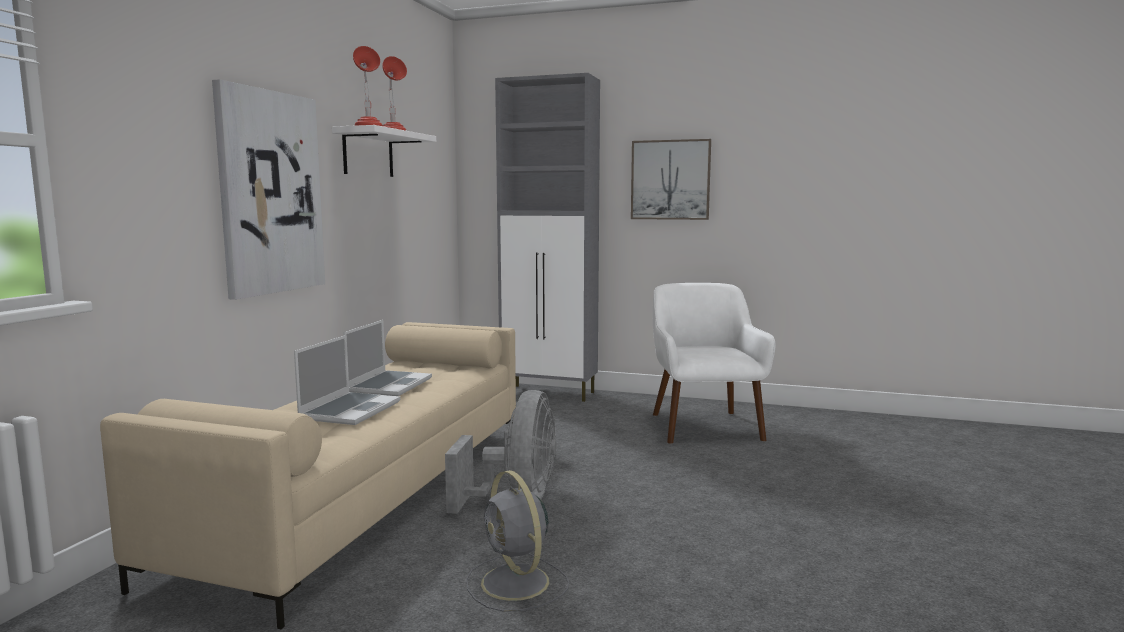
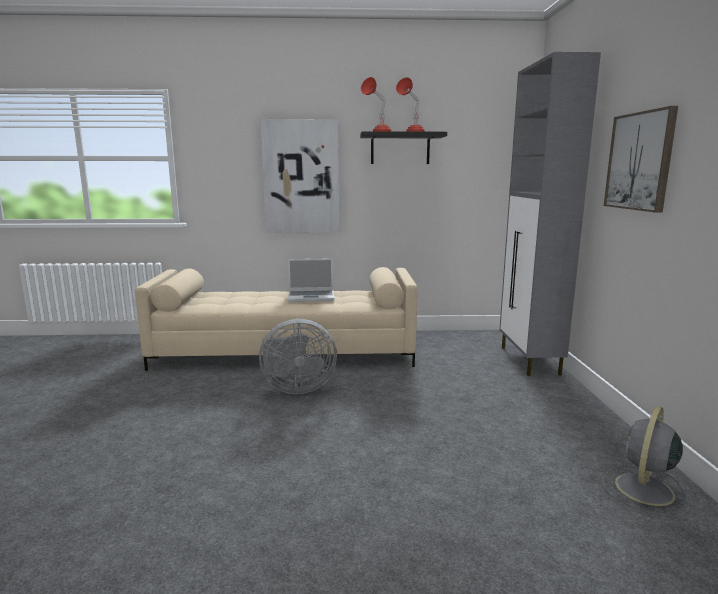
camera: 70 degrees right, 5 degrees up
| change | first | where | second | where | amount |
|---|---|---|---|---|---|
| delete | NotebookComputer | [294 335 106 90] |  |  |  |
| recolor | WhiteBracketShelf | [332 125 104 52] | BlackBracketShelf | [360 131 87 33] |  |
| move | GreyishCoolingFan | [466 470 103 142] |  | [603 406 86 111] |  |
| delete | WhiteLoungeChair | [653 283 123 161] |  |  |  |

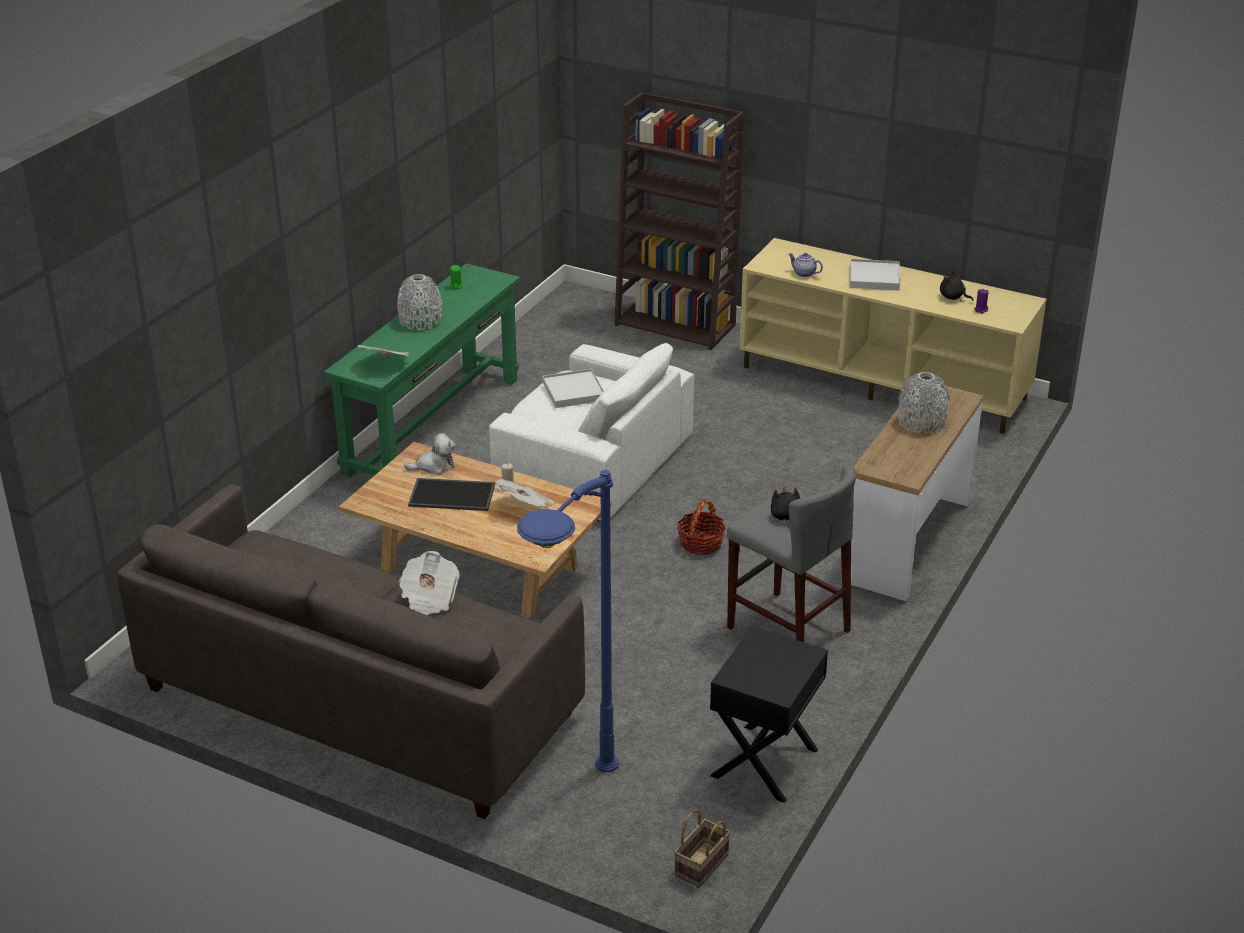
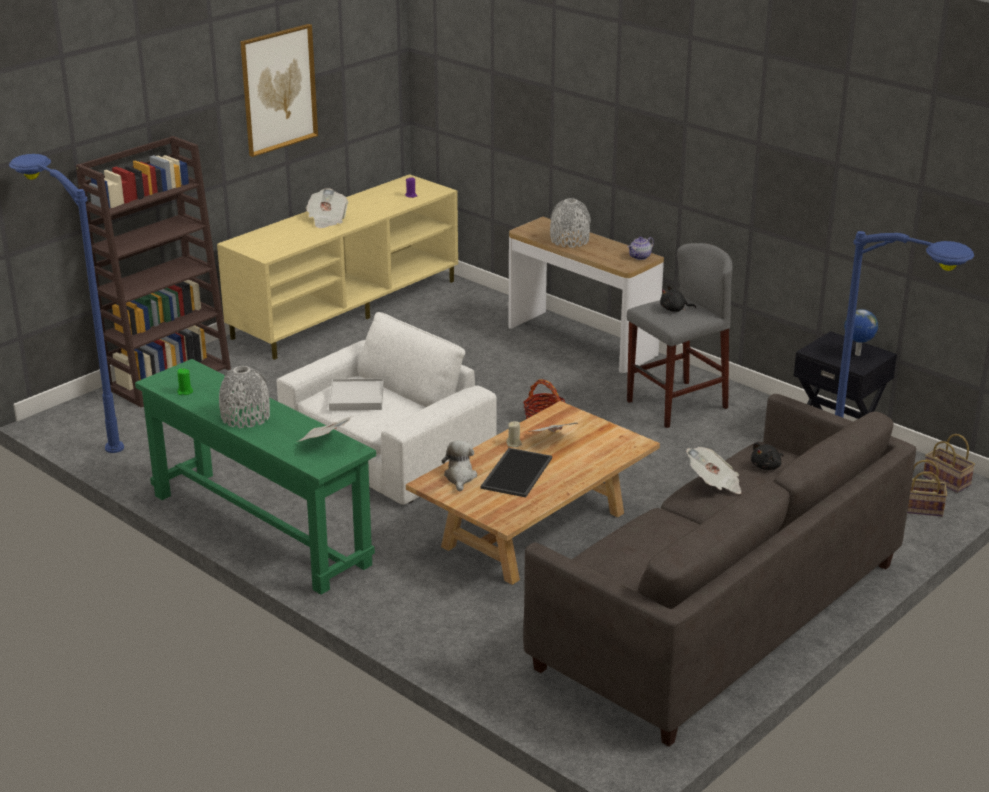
camera: 75 degrees left, 5 degrees down
| change | first | where | second | where | amount |
|---|---|---|---|---|---|
| move | TeaPot | [789 253 34 24] |  | [628 237 26 23] |  |
| replace | WhiteTray | [850 259 50 31] | DailyPaper | [306 188 42 40] |  |
| move | BlackCuddlyToy | [940 271 34 30] |  | [751 442 33 28] |  |
| insert |  |  | BlueStandardLamp | [9 154 115 299] |  |
| insert |  |  | Picture | [240 24 78 133] |  |
| insert |  |  | WorldGlobe | [844 309 34 47] |  |
| insert |  |  | Basket | [907 460 40 57] |  |

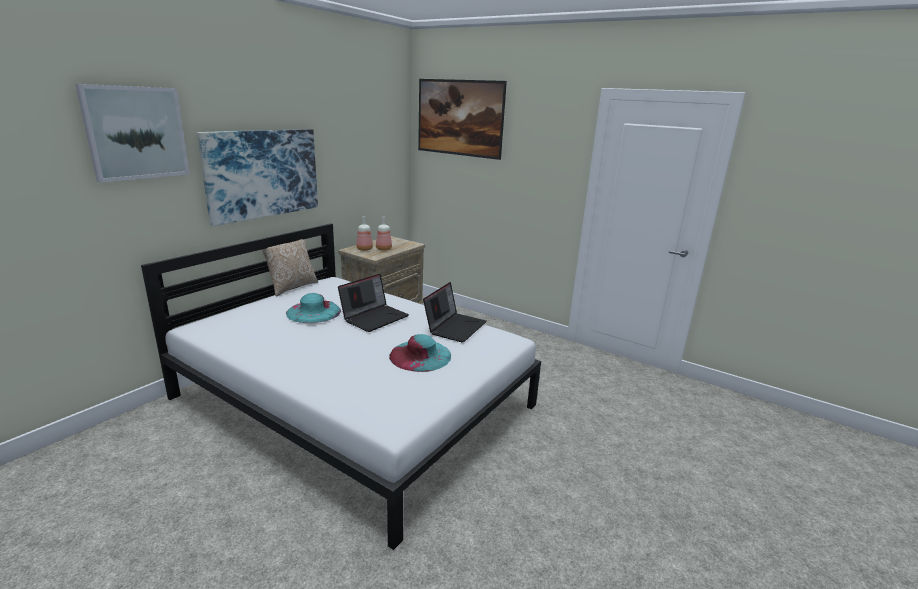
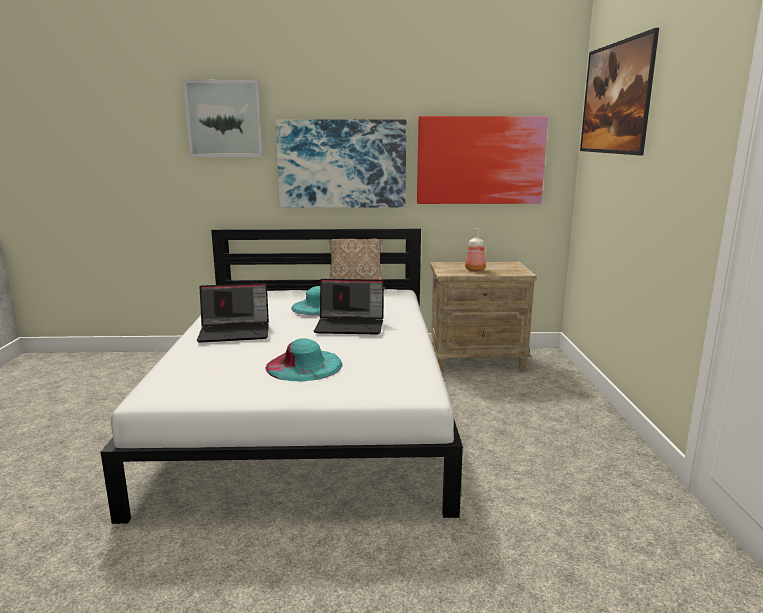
camera: 55 degrees right, 5 degrees down
| change | first | where | second | where | amount |
|---|---|---|---|---|---|
| delete | BeverageBottle | [356 217 17 34] |  |  |  |
| move | NotebookComputer | [423 282 64 61] |  | [197 283 72 60] |  |
| insert |  |  | Picture | [417 116 131 88] |  |

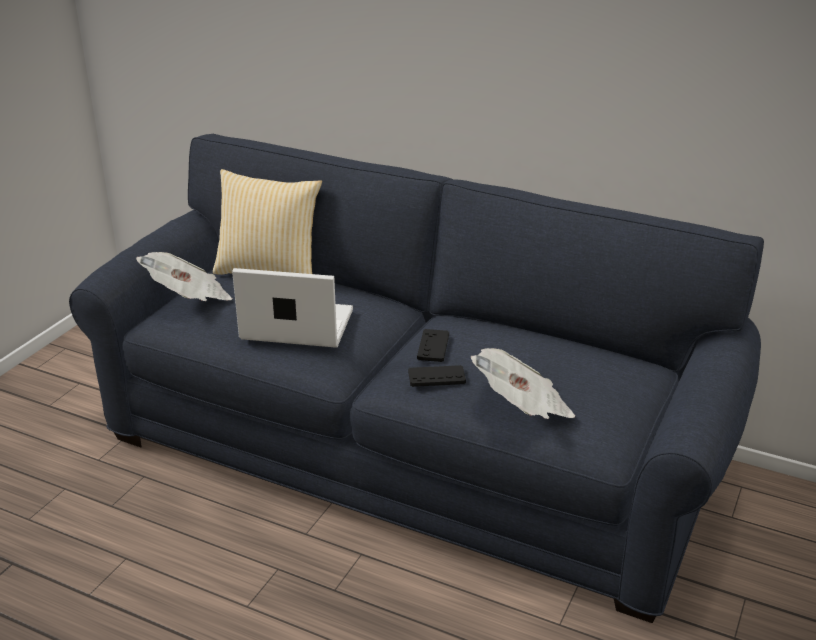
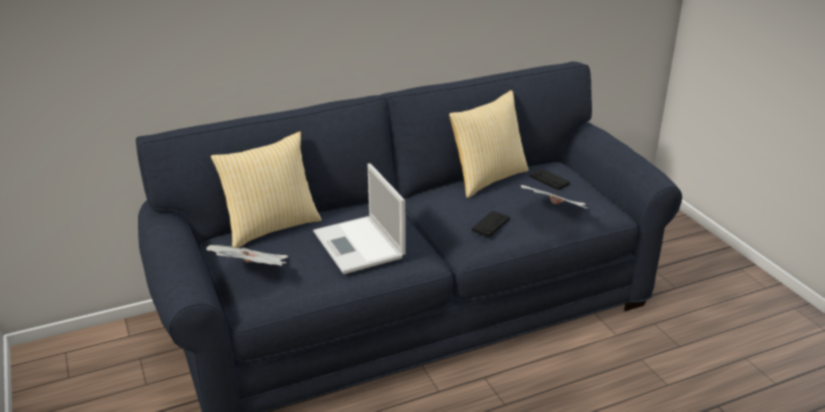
camera: 50 degrees left, 0 degrees up
| change | first | where | second | where | amount |
|---|---|---|---|---|---|
| rotate | NotebookComputer | [232 268 121 80] |  | [313 163 93 111] | 75 degrees counterclockwise |
| move | BlackGamepad | [417 329 32 33] |  | [530 169 40 21] |  |
| insert |  |  | Pillow | [449 90 80 108] |  |

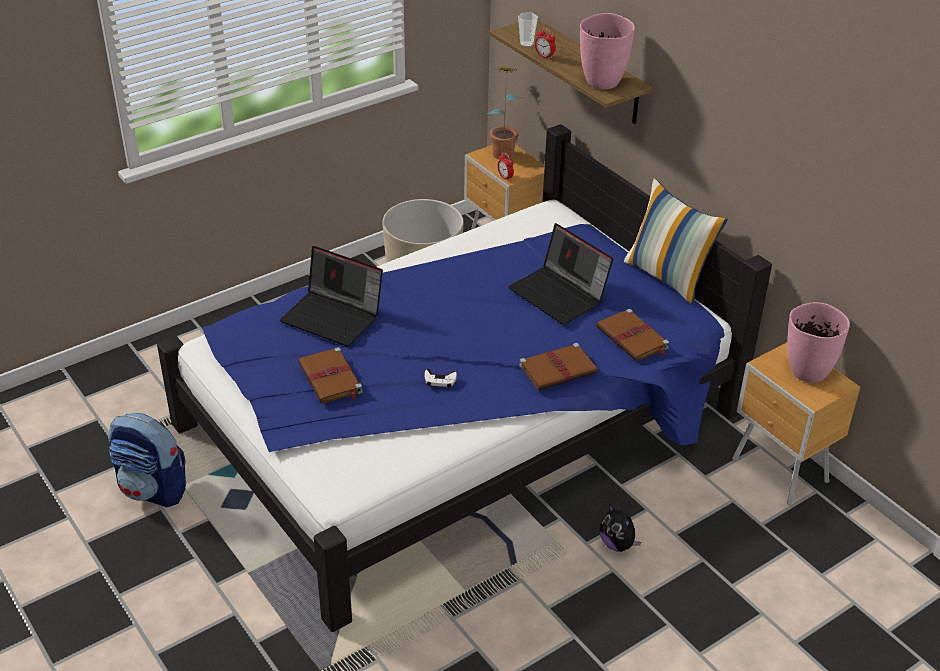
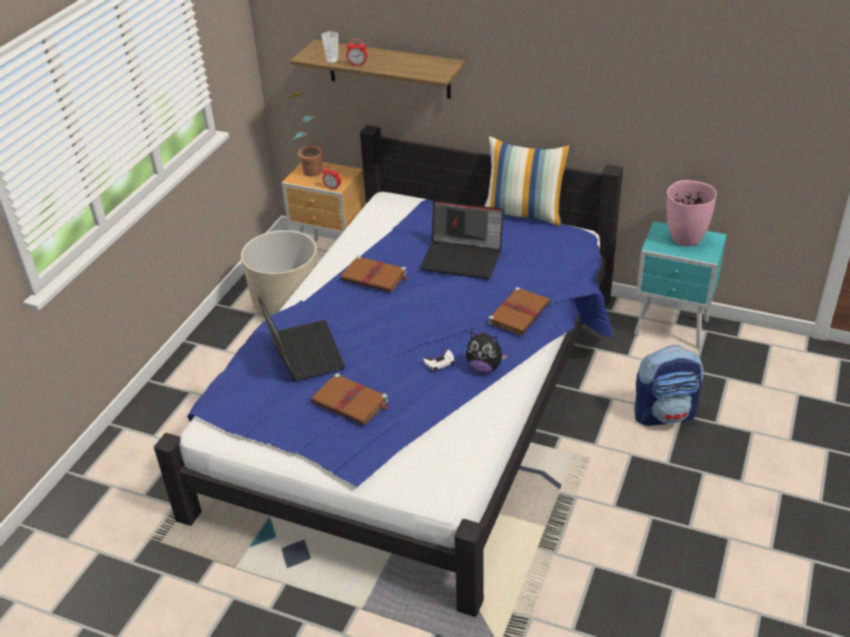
camera: 30 degrees left, 0 degrees up
| change | first | where | second | where | amount |
|---|---|---|---|---|---|
| move | Knapsack | [108 413 78 95] |  | [634 346 69 80] |  |
| rotate | NotebookComputer | [280 246 103 101] |  | [258 297 87 83] | 105 degrees counterclockwise |
| delete | PinkDecorativeVase | [580 13 55 76] |  |  |  |
| move | BrownColouredBoundBook | [596 309 73 52] |  | [341 256 67 36] |  |
| move | CuddlyToy | [599 503 42 49] |  | [466 331 42 42] |  |
| recolor | BrownColouredBedsideTable | [733 343 128 162] | TurquoiseBedsideTable | [634 221 93 128] |  |

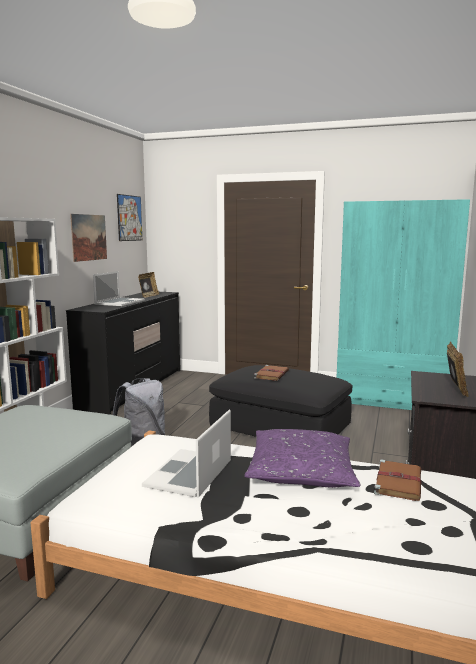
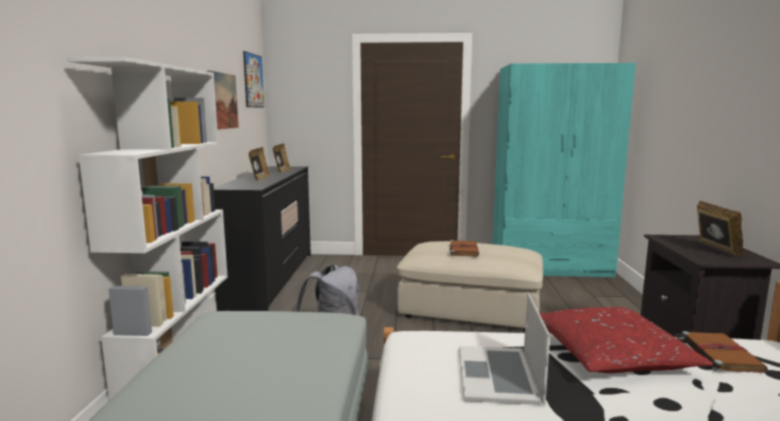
camera: 15 degrees left, 0 degrees up
| change | first | where | second | where | amount |
|---|---|---|---|---|---|
| replace | NotebookComputer | [93 271 52 35] | PictureFrame | [248 147 23 34] |  |
| recolor | BlackOttoman | [209 365 143 72] | BeigeColouredOttoman | [397 241 146 90] |  |
| recolor | PurpleColouredPillow | [245 429 115 58] | ReddishPillow | [539 307 174 66] |  |

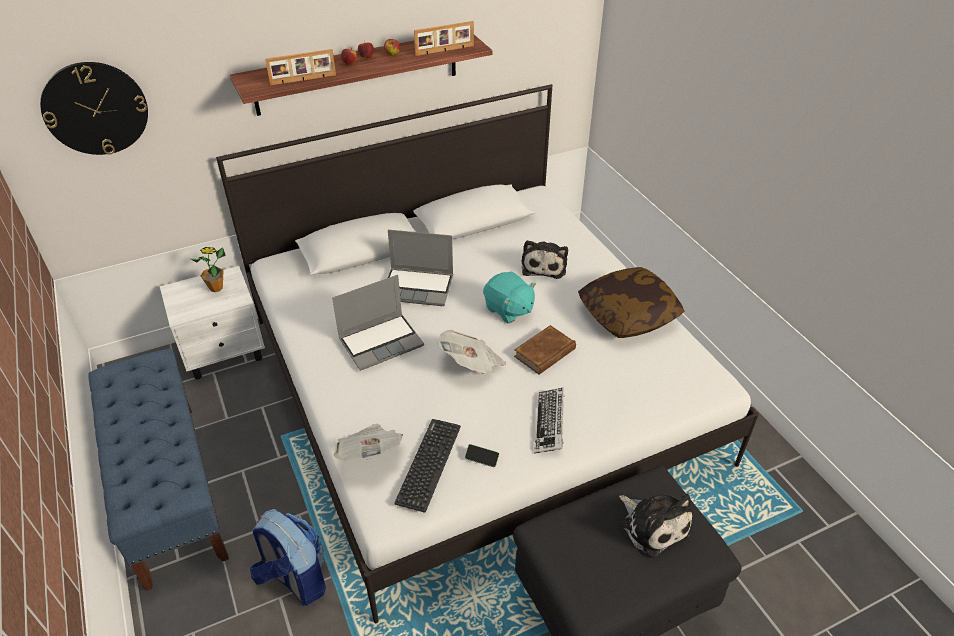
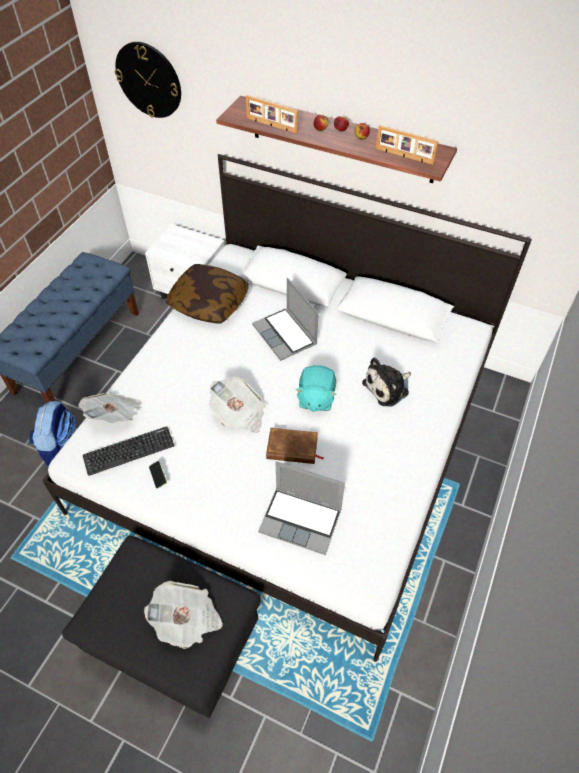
camera: 50 degrees right, 10 degrees up
| change | first | where | second | where | amount |
|---|---|---|---|---|---|
| delete | Houseplant | [191 247 35 45] |  |  |  |
| move | NotebookComputer | [332 275 92 96] |  | [258 461 87 94] |  |
| delete | Keyboard | [534 388 30 66] |  |  |  |
| move | Pillow | [578 267 106 71] |  | [166 264 83 59] |  |
| replace | CuddlyToy | [619 494 73 64] | DailyPaper | [144 581 79 68] |  |

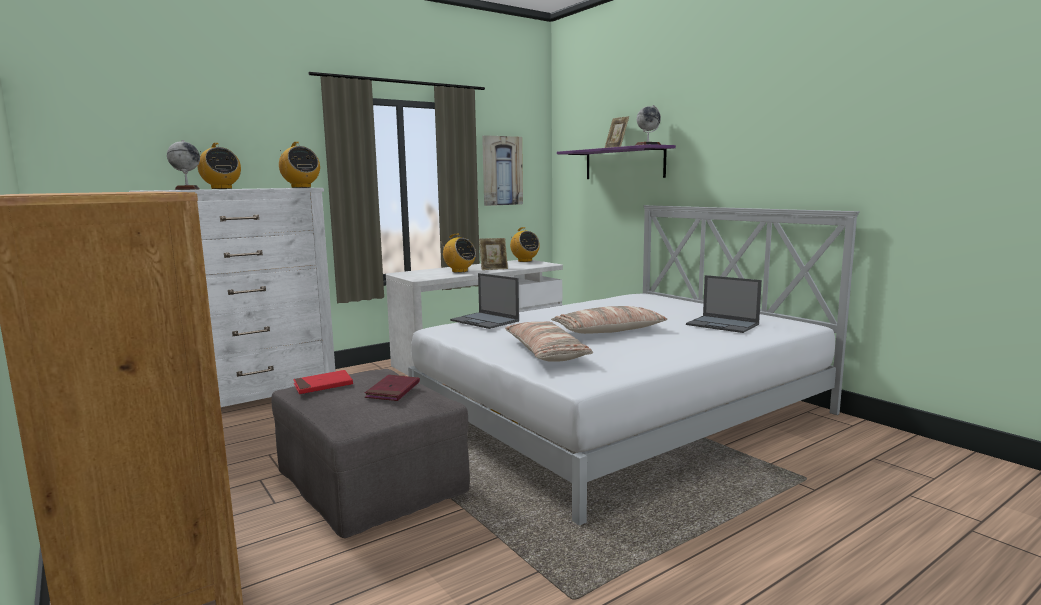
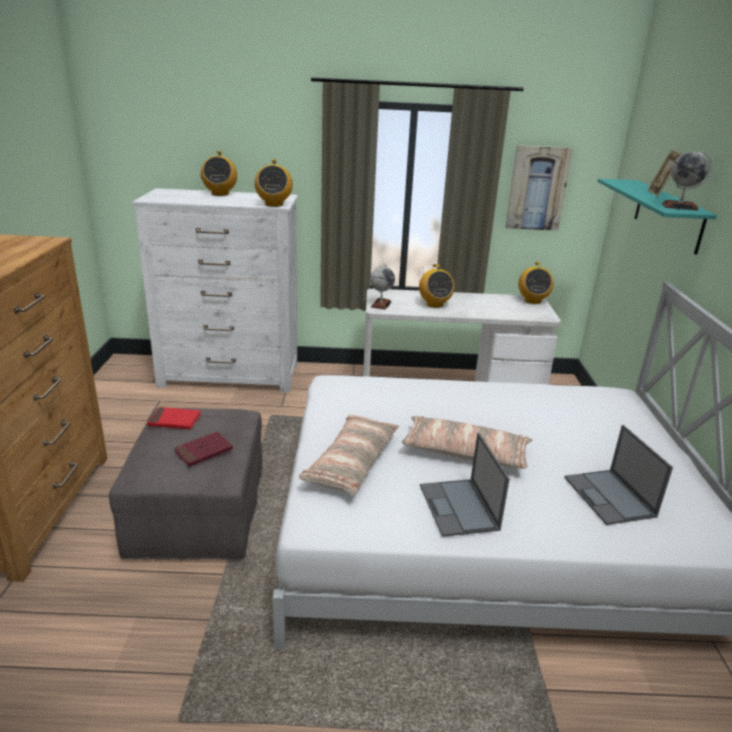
camera: 35 degrees right, 15 degrees up
| change | first | where | second | where | amount |
|---|---|---|---|---|---|
| move | WorldGlobe | [167 140 33 50] |  | [370 264 25 46] |  |
| move | NotebookComputer | [450 273 69 56] |  | [420 433 90 104] |  |
| delete | PictureFrame | [479 238 29 32] |  |  |  |
| recolor | PurpleColouredBracketShelf | [557 144 119 35] | TurquoiseBracketShelf | [598 179 119 76] |  |

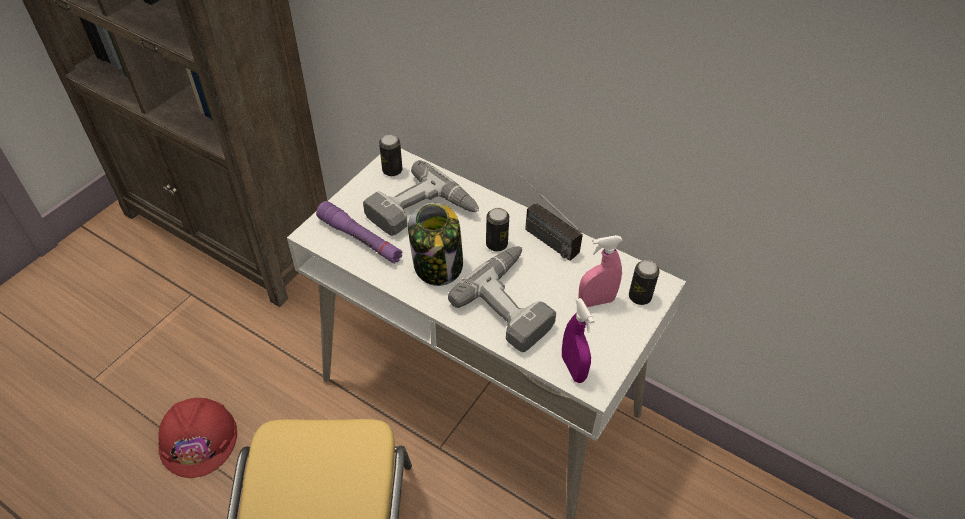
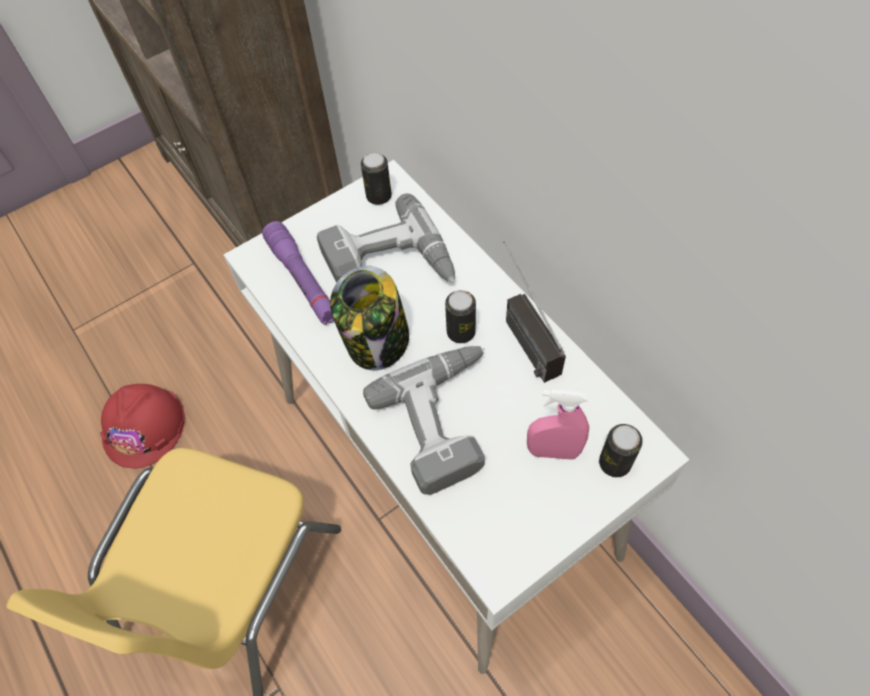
camera: 25 degrees right, 10 degrees up
| change | first | where | second | where | amount |
|---|---|---|---|---|---|
| delete | PurpleColouredSprayBottle | [562 298 33 85] |  |  |  |

